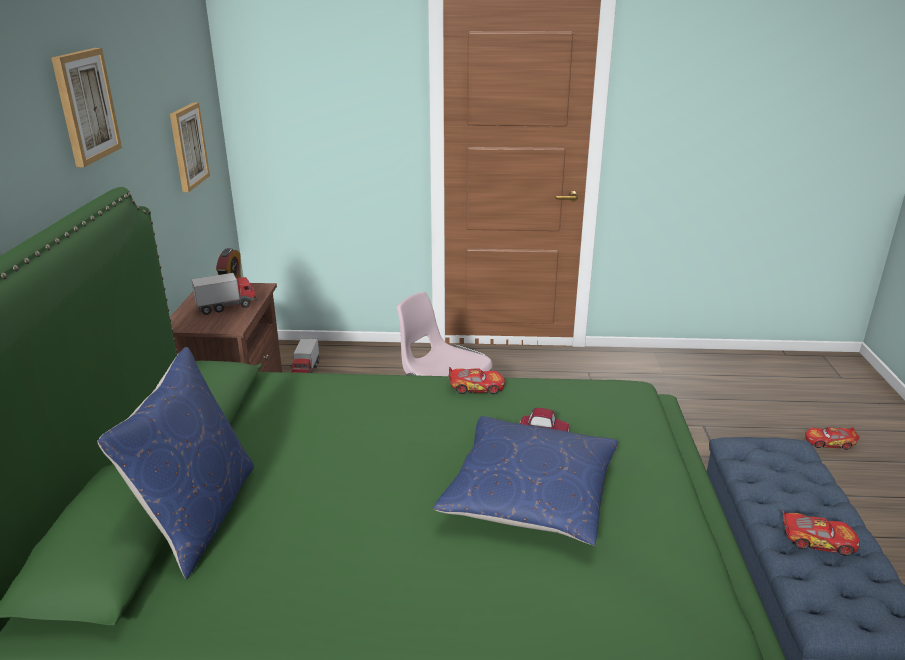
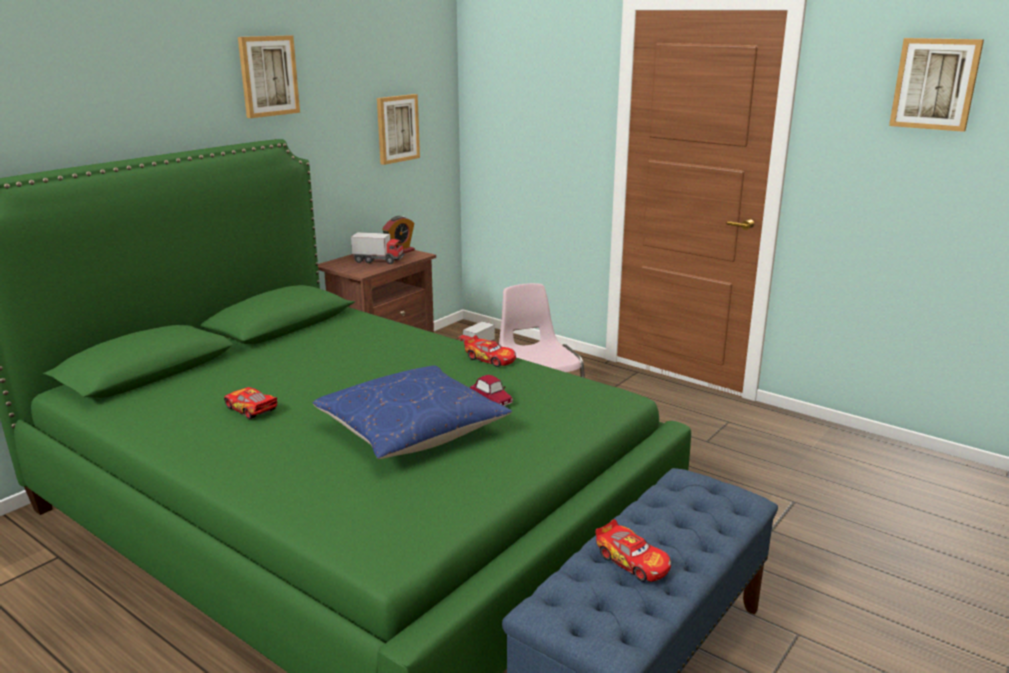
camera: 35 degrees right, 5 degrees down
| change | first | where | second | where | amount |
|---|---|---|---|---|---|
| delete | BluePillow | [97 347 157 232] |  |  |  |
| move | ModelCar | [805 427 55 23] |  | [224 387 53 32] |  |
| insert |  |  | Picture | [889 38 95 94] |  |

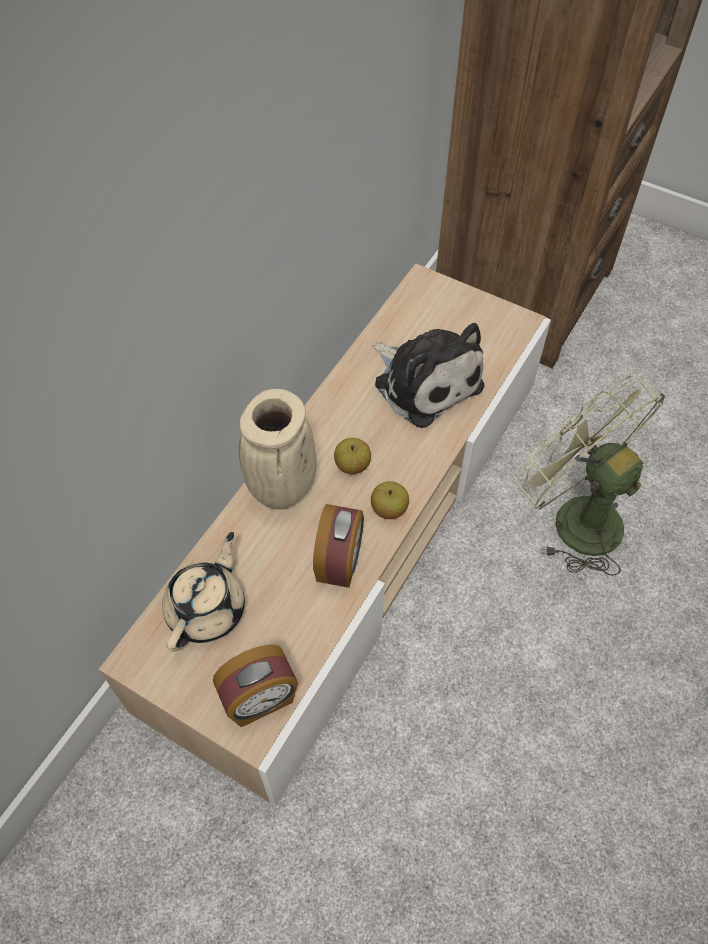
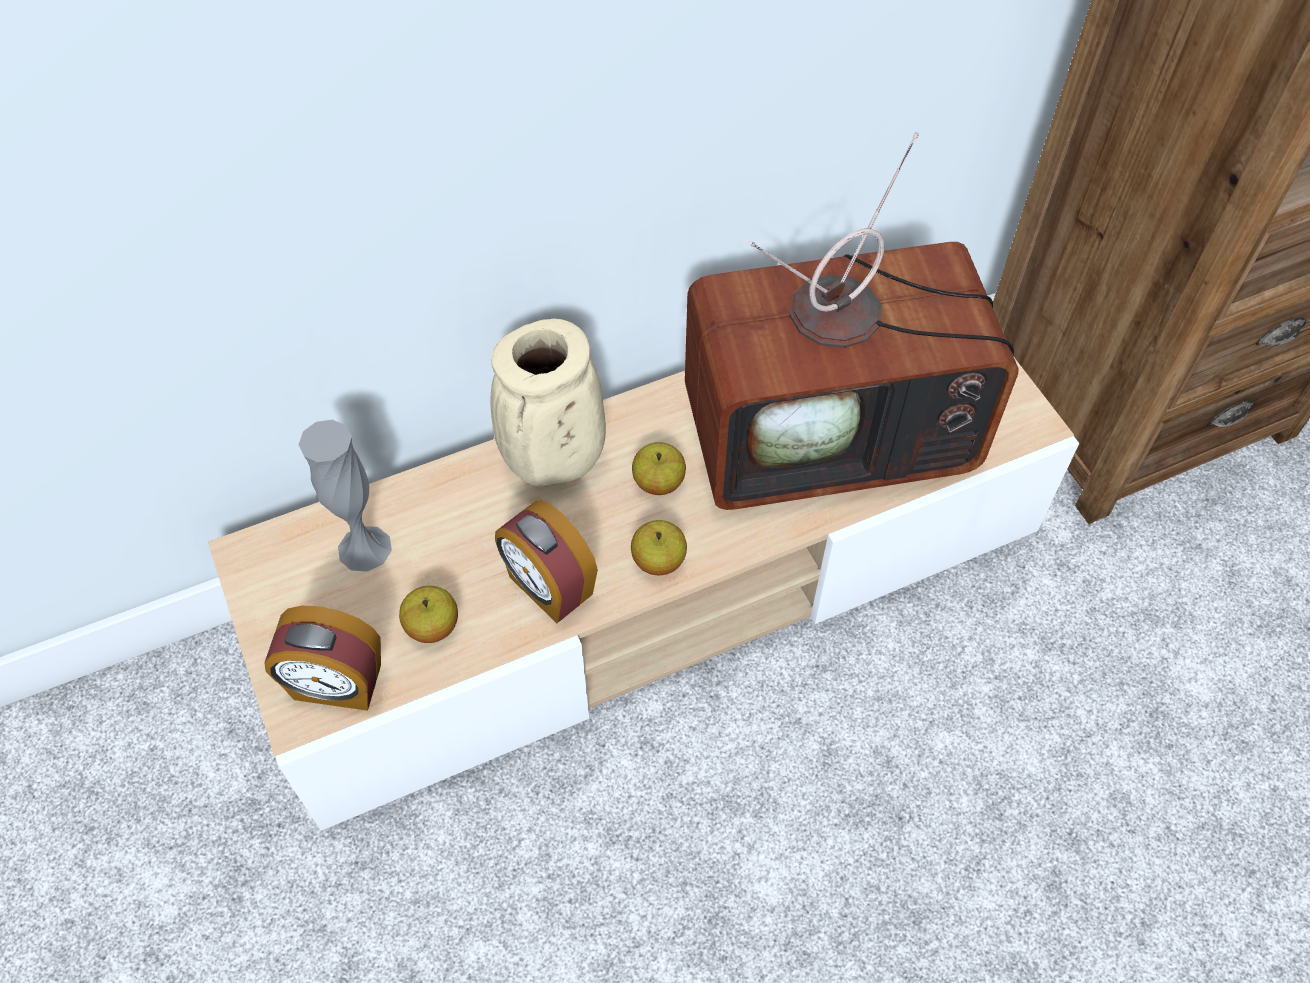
camera: 35 degrees right, 0 degrees up
| change | first | where | second | where | amount |
|---|---|---|---|---|---|
| replace | BeigeColouredTeaPot | [162 532 83 120] | GreyishDecorativeVase | [298 420 94 152] |  |
| rotate | AlarmClock | [313 504 51 84] |  | [495 500 103 124] | 90 degrees clockwise |
| replace | CuddlyToy | [373 323 111 105] | Television | [685 132 334 378] |  |
| delete | GreenColouredCoolingFan | [516 374 150 202] |  |  |  |
| insert |  |  | Apple | [399 586 59 57] |  |

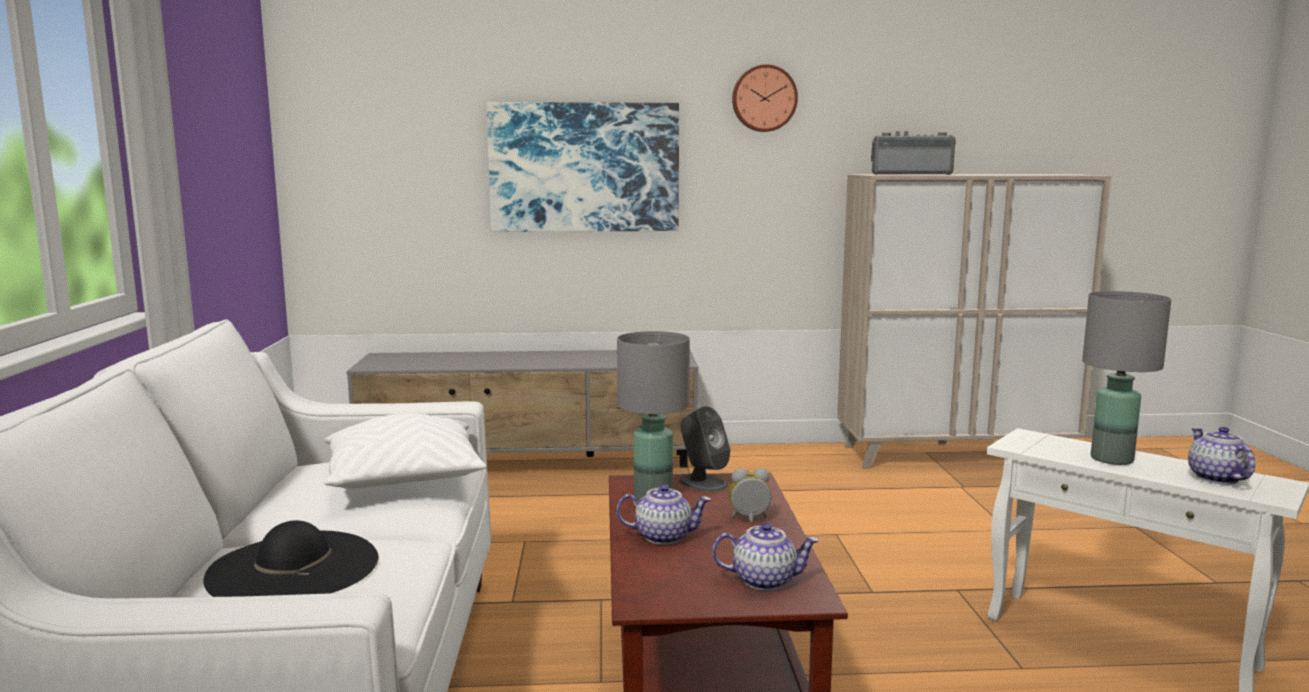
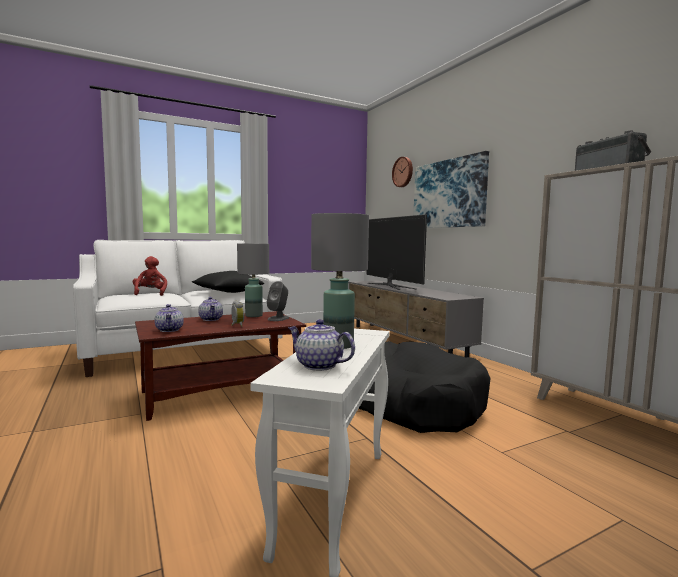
camera: 65 degrees right, 5 degrees down
| change | first | where | second | where | amount |
|---|---|---|---|---|---|
| replace | BlackWearableHat | [203 520 175 77] | ReddishCuddlyToy | [133 256 34 40] |  |
| recolor | WhitePillow | [324 414 163 75] | BlackPillow | [192 271 72 22] |  |
| move | WallClock | [732 64 66 68] |  | [392 157 21 30] |  |
| rotate | TeaPot | [1188 427 67 57] |  | [288 319 67 52] | 120 degrees counterclockwise |
| insert |  |  | BlackDogBed | [359 341 132 92] |  |
| insert |  |  | Television | [366 214 61 76] |  |

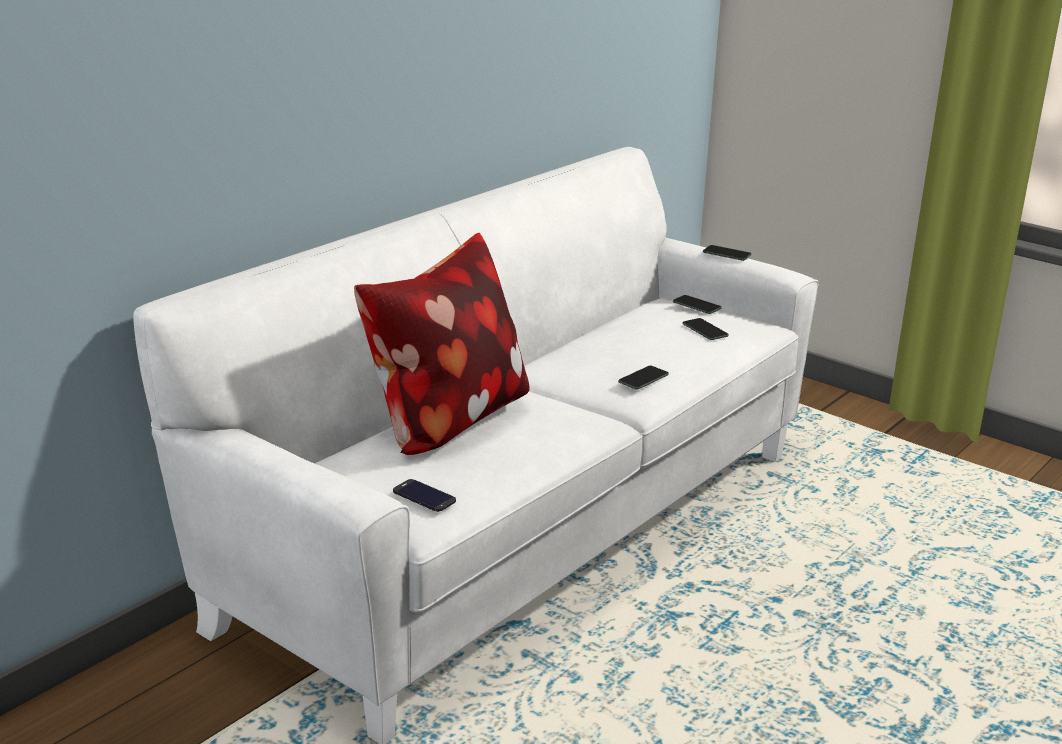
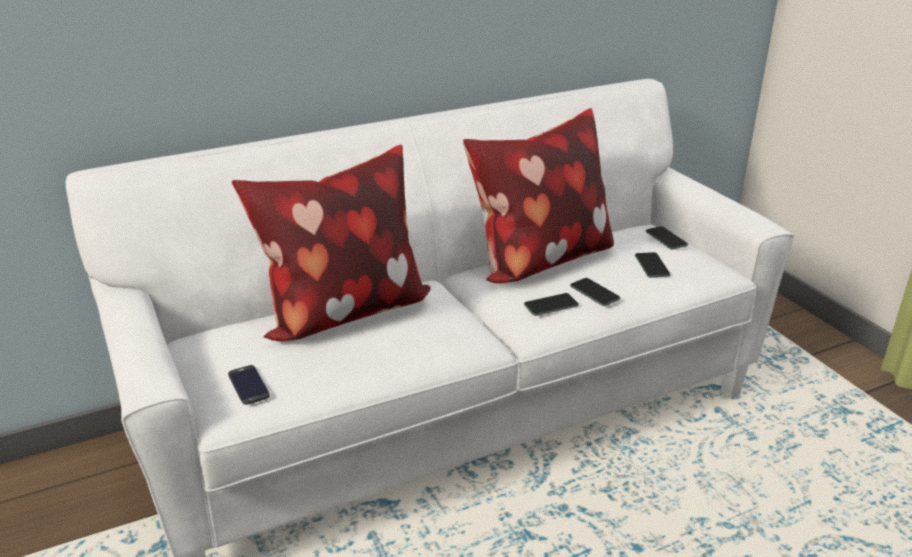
camera: 25 degrees right, 5 degrees up
| change | first | where | second | where | amount |
|---|---|---|---|---|---|
| move | Phone | [703 245 49 16] |  | [570 278 50 28] |  |
| insert |  |  | Pillow | [463 108 151 175] |  |

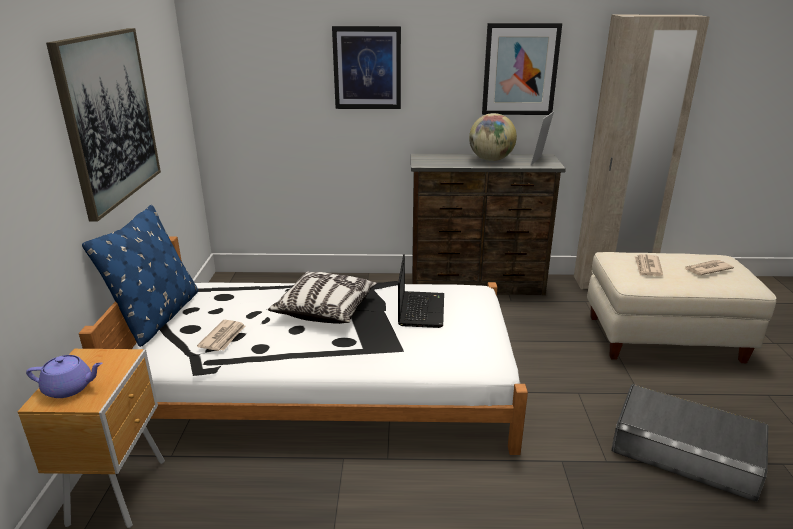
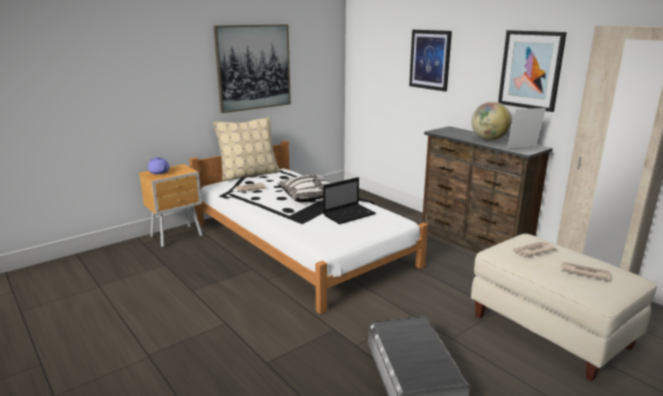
camera: 50 degrees right, 5 degrees down
| change | first | where | second | where | amount |
|---|---|---|---|---|---|
| recolor | BluePillow | [82 205 116 142] | BeigeColouredPillow | [213 117 67 64] |  |

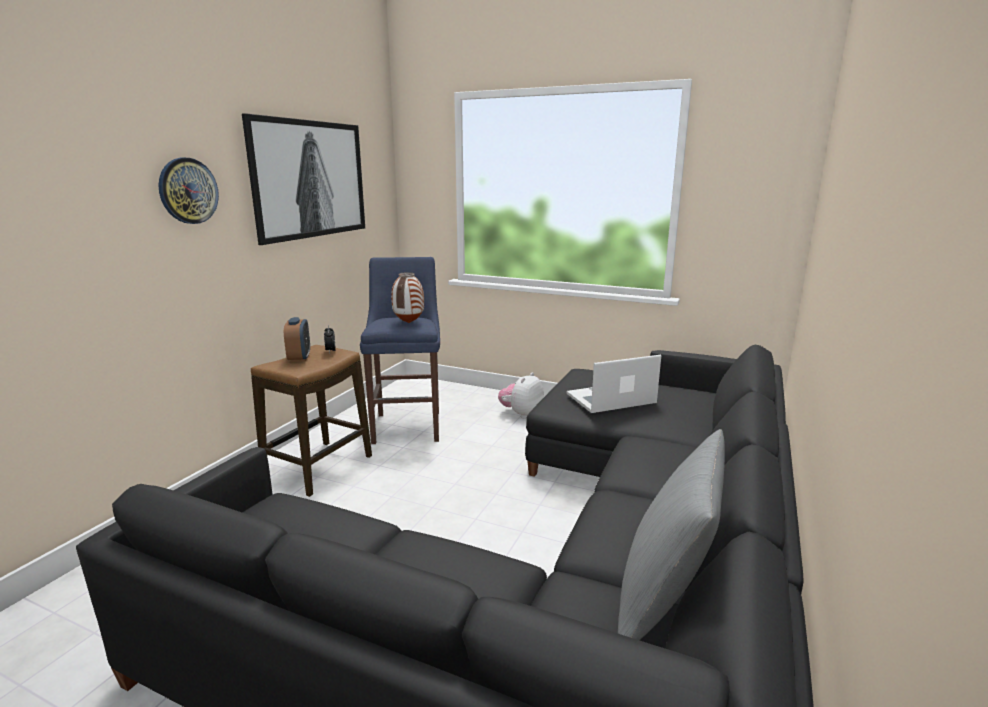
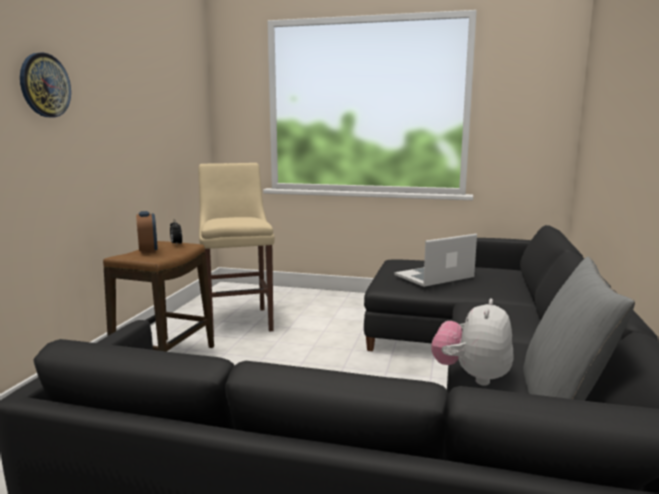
camera: 10 degrees left, 5 degrees down
| change | first | where | second | where | amount |
|---|---|---|---|---|---|
| delete | Picture | [242 113 123 132] |  |  |  |
| recolor | BlueSittingStool | [360 257 80 187] | BeigeColouredSittingStool | [198 163 77 174] |  |
| delete | DecorativeVase | [391 272 33 51] |  |  |  |
| move | CuddlyToy | [498 372 46 47] |  | [431 298 82 87] |  |

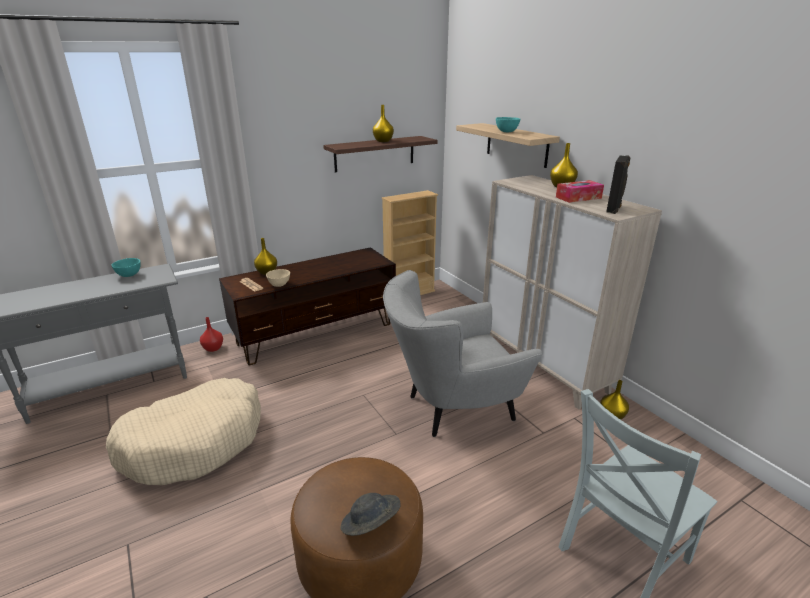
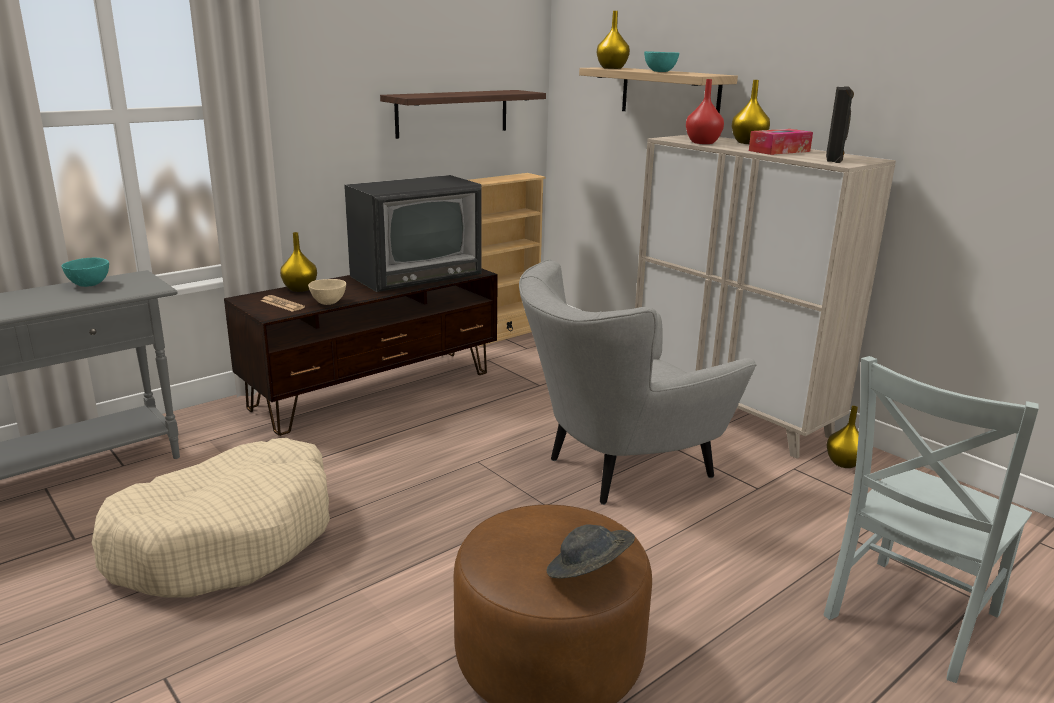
camera: 10 degrees left, 5 degrees down
| change | first | where | second | where | amount |
|---|---|---|---|---|---|
| move | ReddishDecorativeVase | [200 317 23 35] |  | [686 79 38 65] |  |
| move | YellowishDecorativeVase | [373 105 21 37] |  | [597 11 33 58] |  |
| insert |  |  | Television | [344 175 138 117] |  |

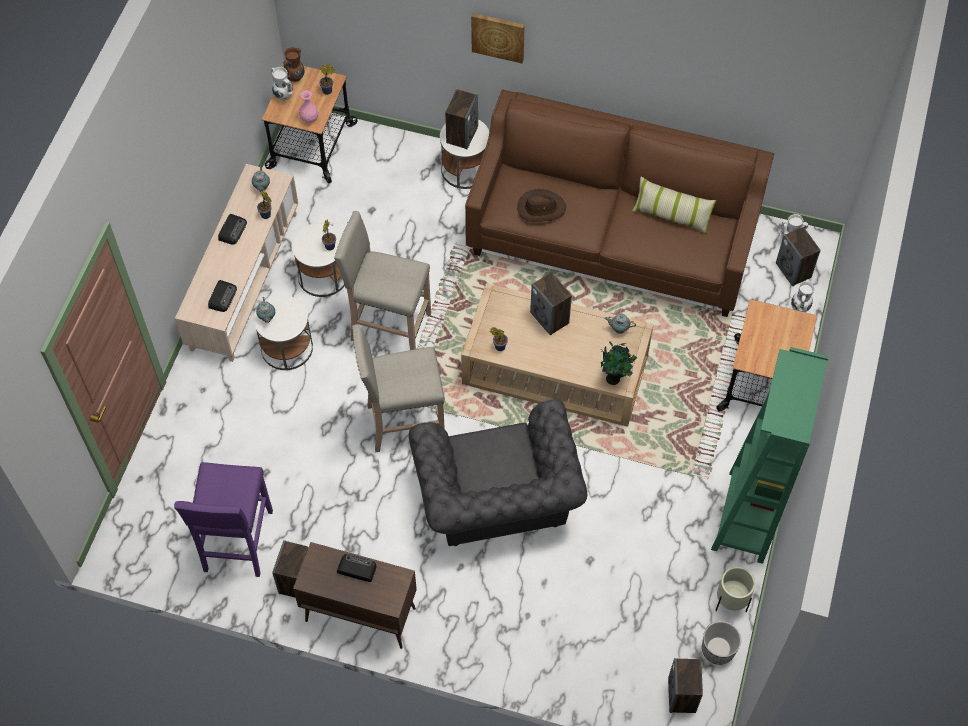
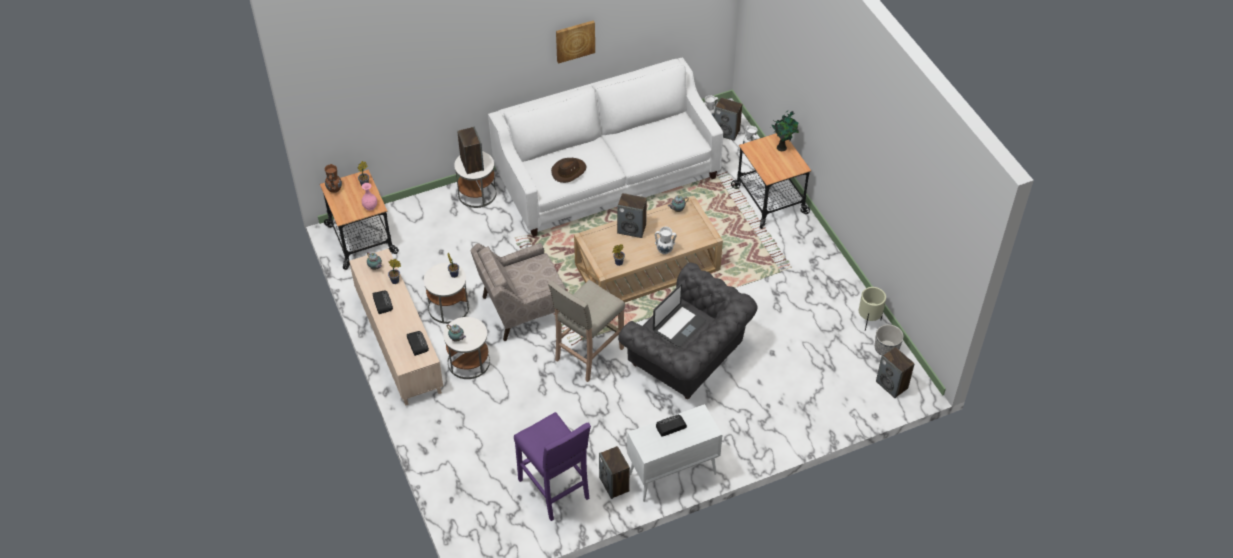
camera: 40 degrees left, 10 degrees down
| change | first | where | second | where | amount |
|---|---|---|---|---|---|
| move | WhiteDecorativeVase | [271 67 22 34] |  | [655 227 22 28] |  |
| recolor | BrownColouredCabinet | [293 542 124 107] | WhiteCabinet | [627 404 95 98] |  |
| replace | BeigeColouredSittingStool | [334 211 97 139] | BeigeColouredLoungeChair | [470 243 96 98] |  |
| recolor | BrownColouredCouch | [465 89 309 228] | WhiteCouch | [488 57 235 180] |  |
| move | Picture | [471 13 54 50] |  | [556 20 39 44] |  |
| move | Houseplant | [600 341 37 44] |  | [771 110 28 41] |  |
| delete | Pillow | [632 177 84 57] |  |  |  |
| delete | GreenColouredBookcase | [711 347 118 217] |  |  |  |
| insert |  |  | NotebookComputer | [653 284 53 63] |  |

